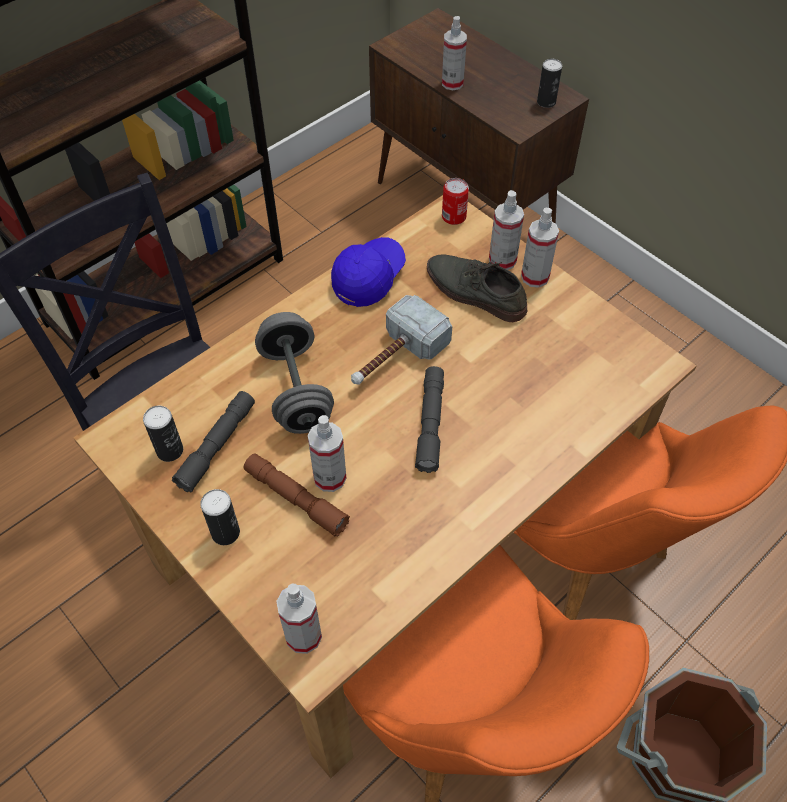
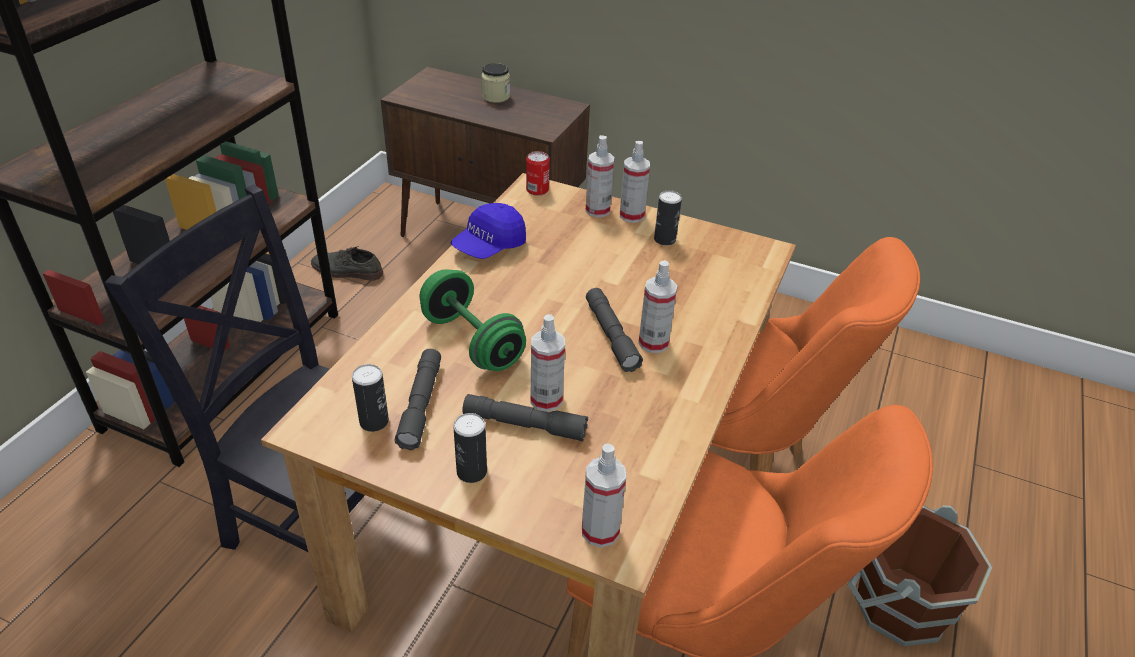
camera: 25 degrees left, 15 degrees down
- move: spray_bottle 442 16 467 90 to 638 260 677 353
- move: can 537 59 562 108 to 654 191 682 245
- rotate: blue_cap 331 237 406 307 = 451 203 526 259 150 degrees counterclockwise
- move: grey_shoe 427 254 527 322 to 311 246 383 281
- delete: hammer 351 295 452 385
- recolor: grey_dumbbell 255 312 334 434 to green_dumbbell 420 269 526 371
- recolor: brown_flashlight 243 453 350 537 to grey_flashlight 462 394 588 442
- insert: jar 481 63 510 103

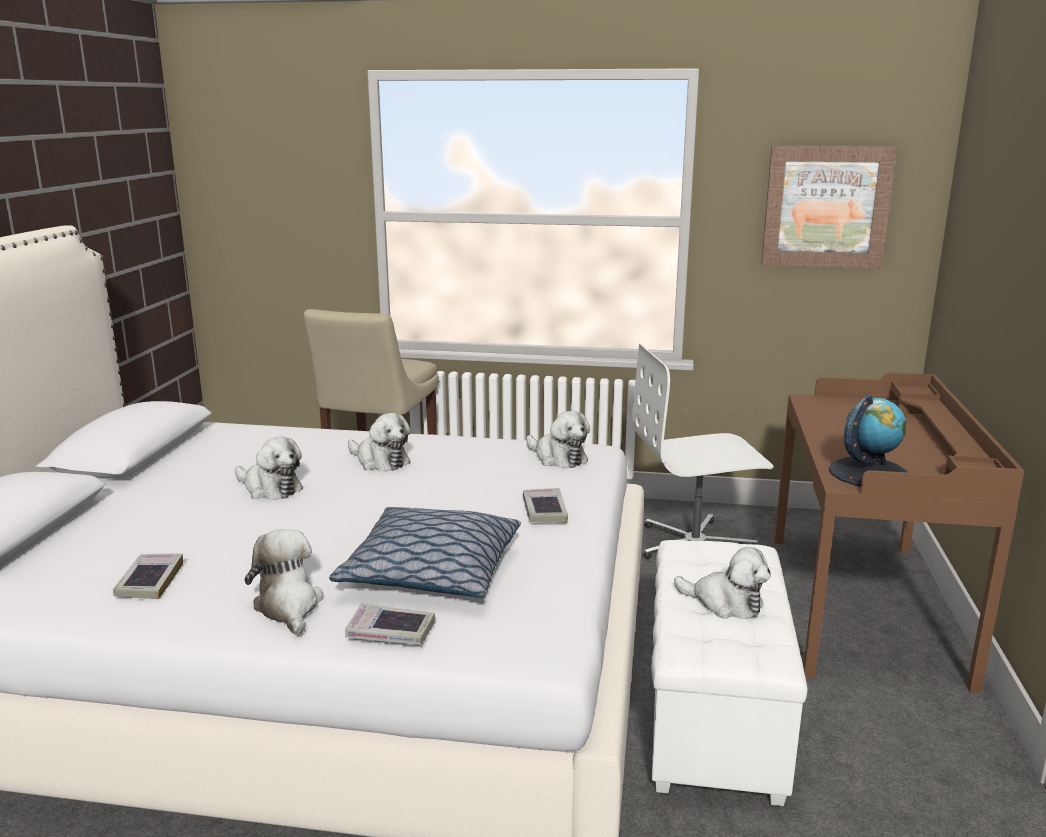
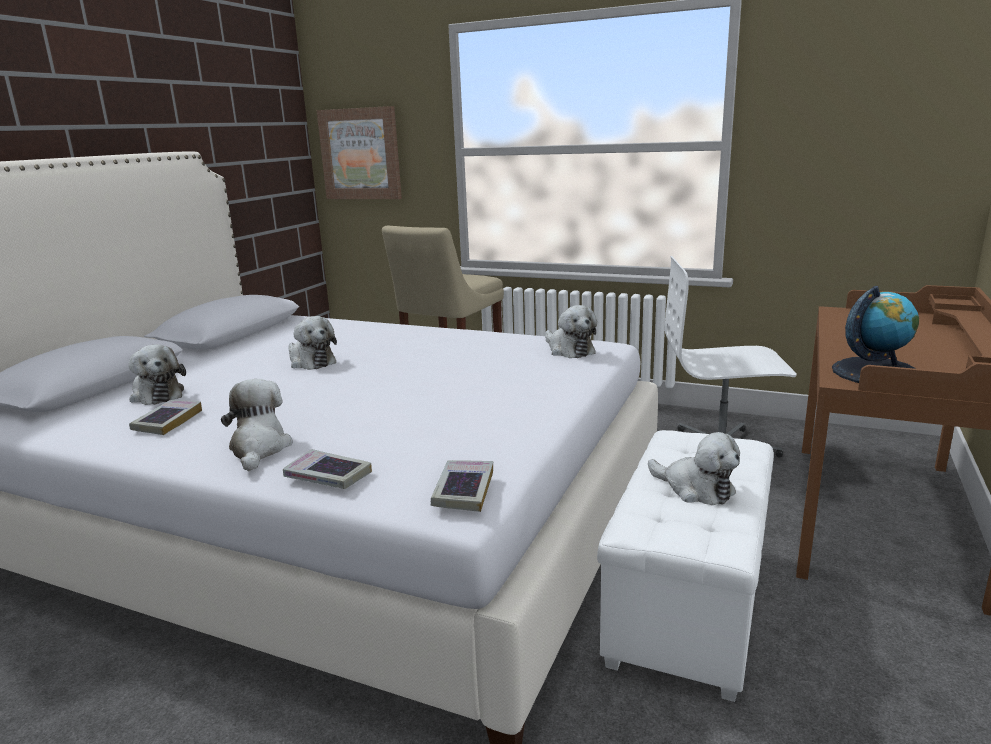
camera: 15 degrees right, 0 degrees up
- move: picture 761 146 897 268 to 317 106 402 199
- move: plush_toy 348 413 410 471 to 128 345 186 405
- move: book 523 488 568 523 to 431 460 493 512
- delete: pillow 329 507 521 598

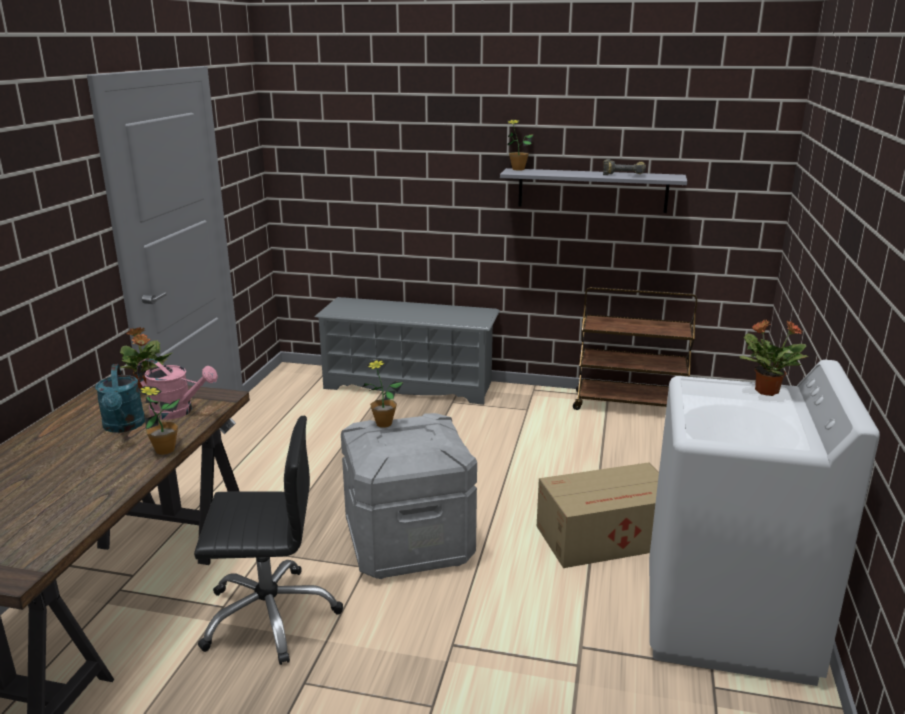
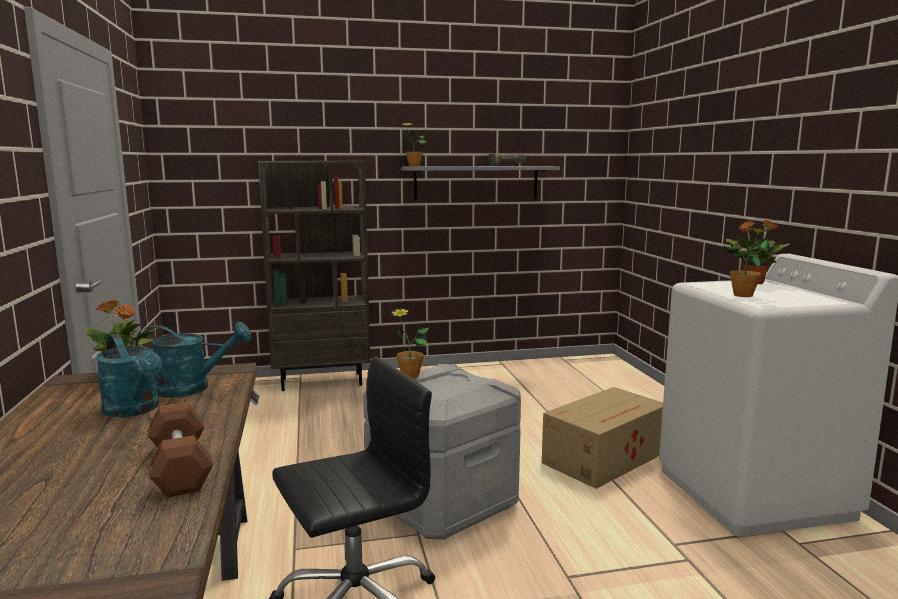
camera: 25 degrees left, 10 degrees down
- delete: brown_cart 573 287 697 410
- replace: grey_shoe_rack 315 297 500 405 to brown_bookcase 258 161 370 391
- recolor: pink_watering_can 137 358 218 420 to turquoise_watering_can 135 322 251 398
- move: potted_plant 138 386 180 455 to 723 227 771 297
- insert: brown_dumbbell 148 402 213 497

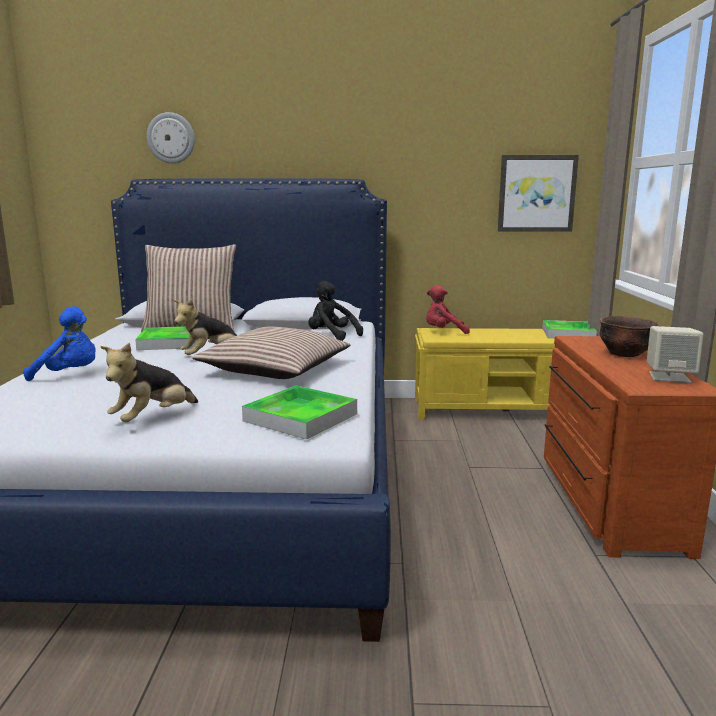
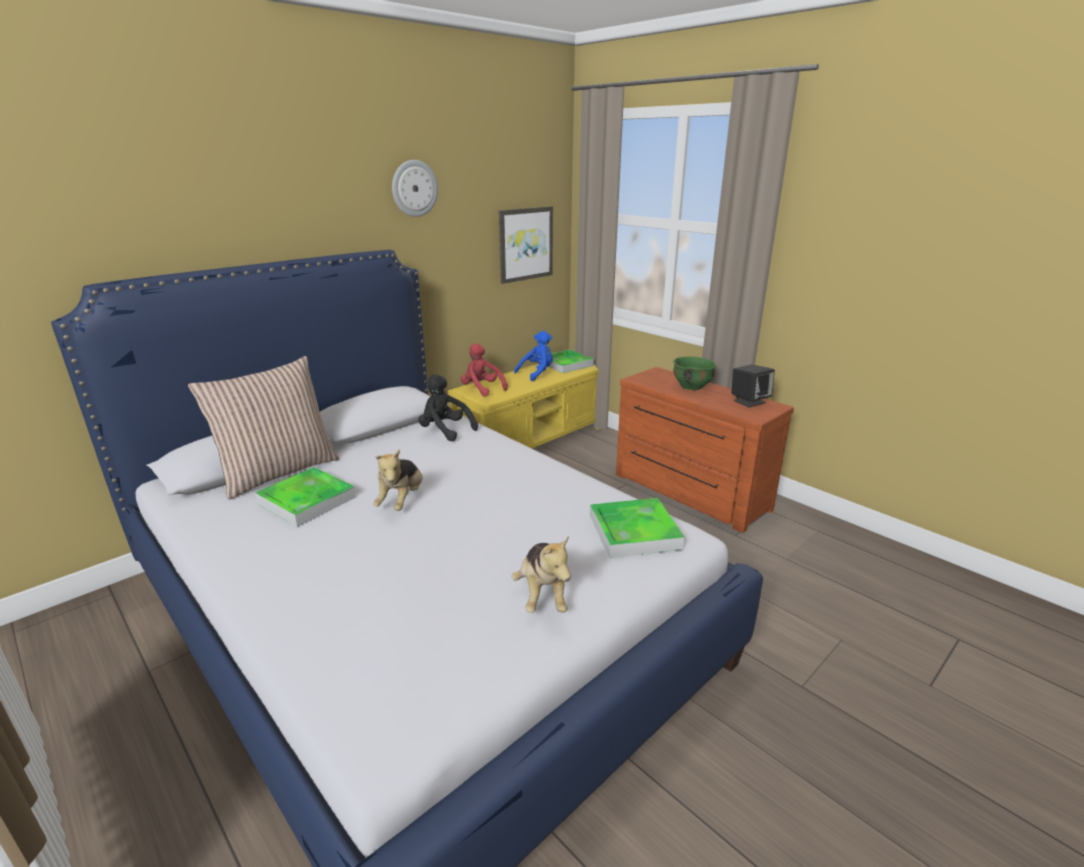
camera: 45 degrees left, 10 degrees up
- move: wall_clock 147 112 195 164 to 392 160 438 217
- rotate: black_plush_toy 308 281 363 341 = 418 374 478 441 45 degrees clockwise
- rotate: red_plush_toy 426 285 470 334 = 461 344 508 397 90 degrees clockwise
- move: blue_plush_toy 23 306 96 381 to 514 331 553 381
- recolor: brown_bowl 599 316 660 357 to green_bowl 673 357 716 390
- recolor: beige_speaker 647 326 704 383 to black_speaker 731 364 775 408
- delete: pillow 192 327 350 379

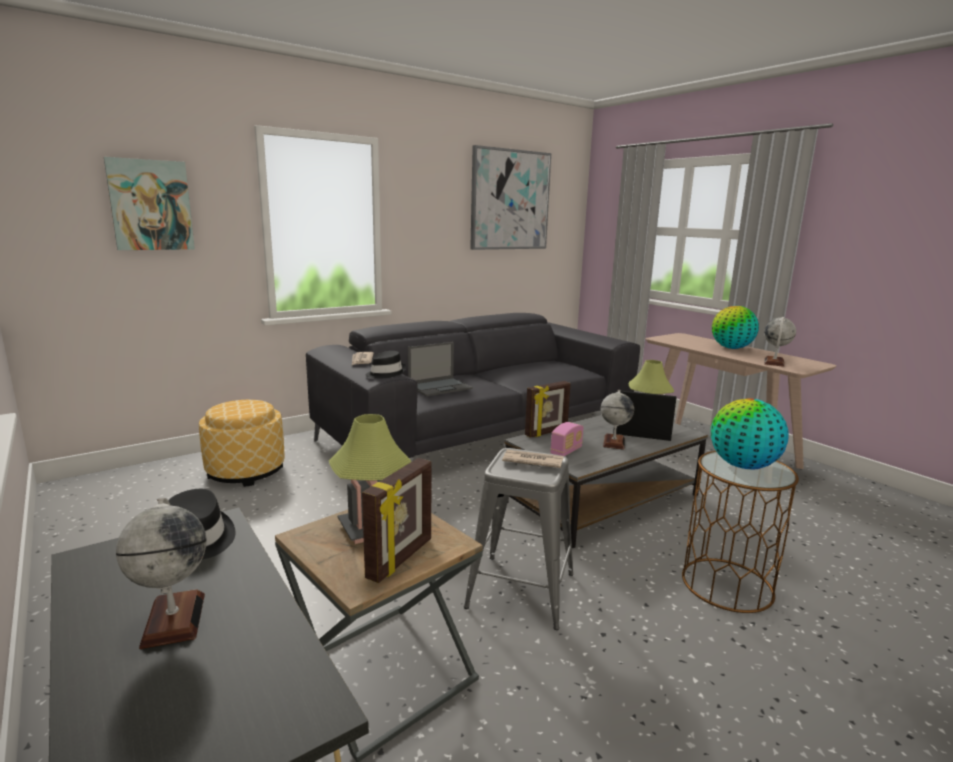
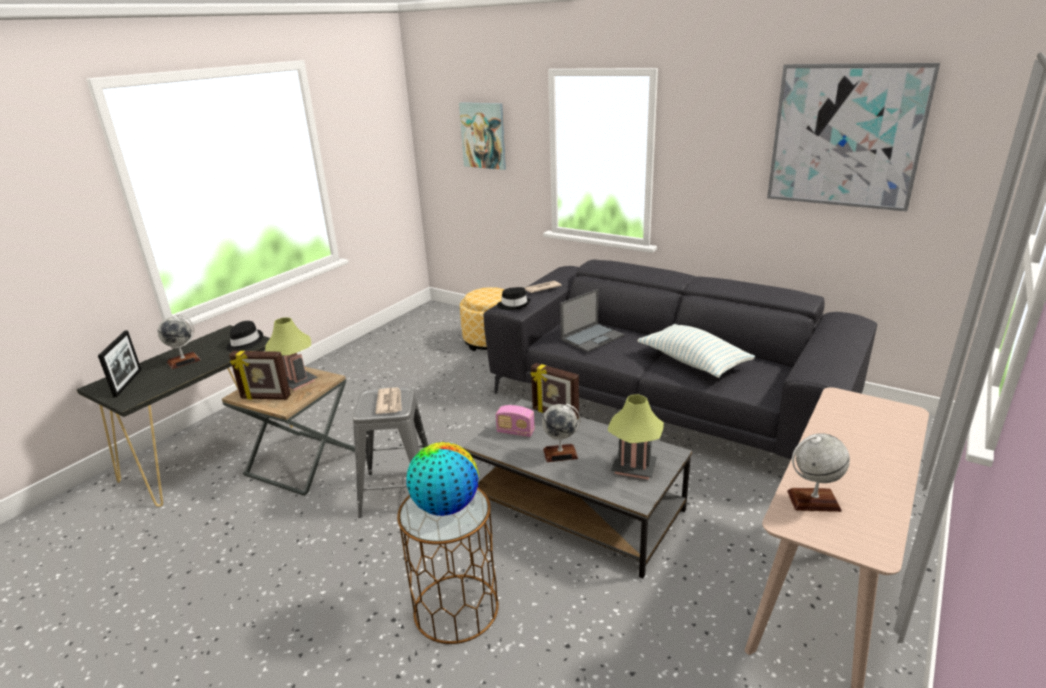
camera: 70 degrees right, 10 degrees up
- delete: globe 712 306 759 349
- rotate: laptop 408 342 473 397 = 560 289 624 352 75 degrees counterclockwise
- move: picture_frame 613 390 677 441 to 98 330 141 398
- insert: pillow 637 324 755 378

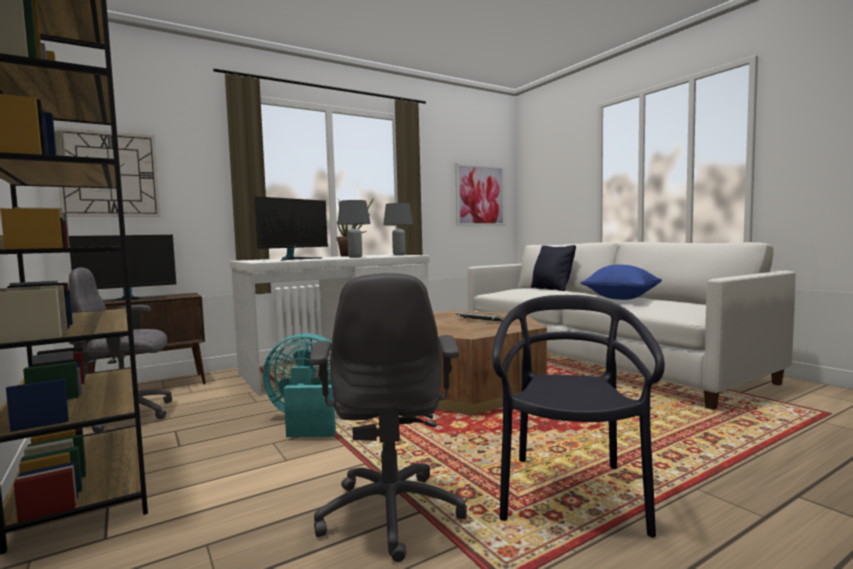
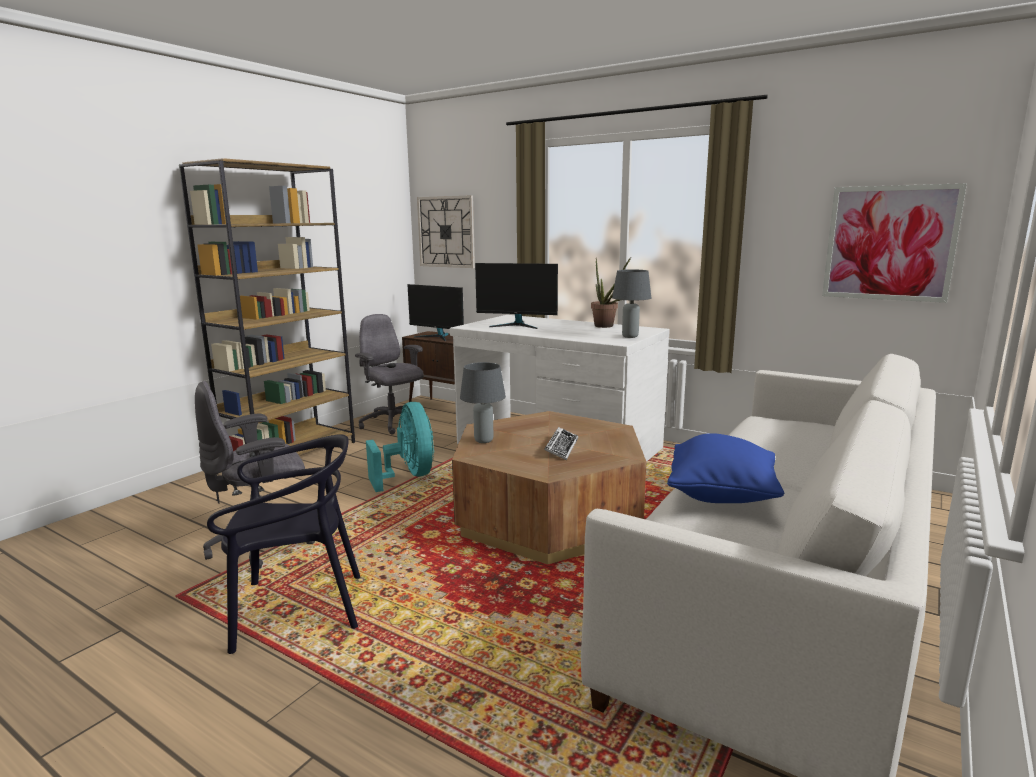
camera: 65 degrees right, 10 degrees up
- move: grey_table_lamp 337 200 371 258 to 460 362 506 443
- delete: black_pillow 531 245 576 291

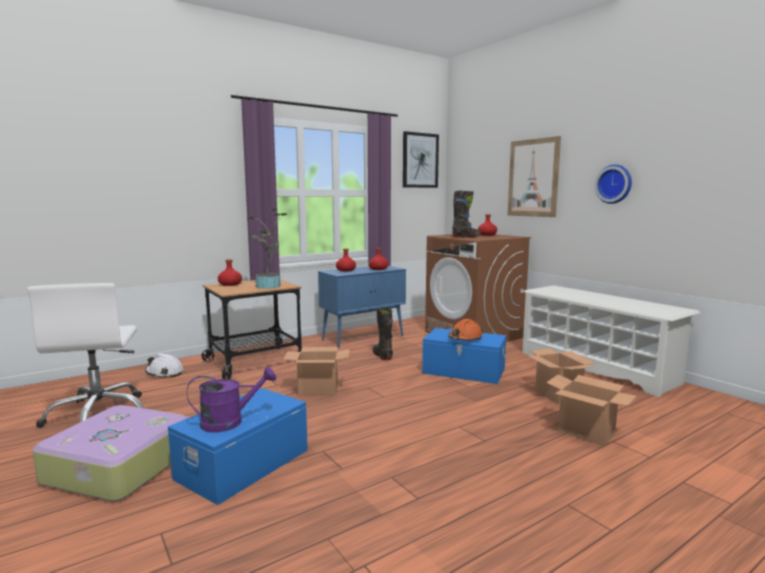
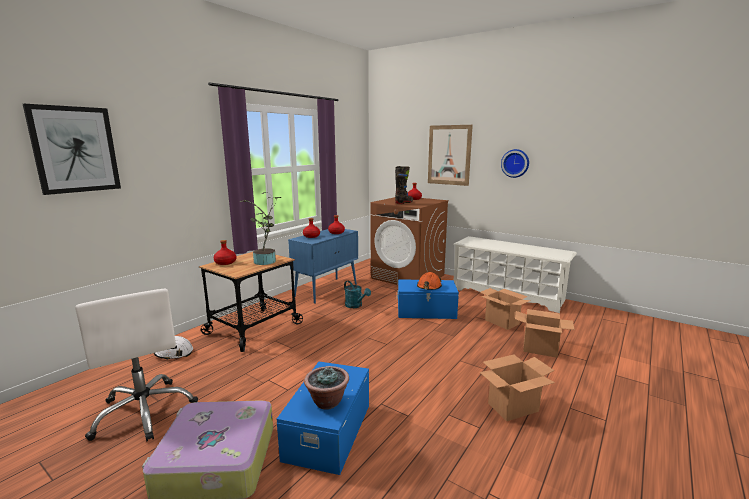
camera: 20 degrees left, 5 degrees up
- move: picture 403 131 439 188 to 23 104 121 195
- replace: black_boot 373 307 393 360 to turquoise_watering_can 344 281 371 308
- move: cardboard_box 283 347 350 396 to 480 354 555 421
- replace: purple_watering_can 187 367 276 432 to potted_plant 304 366 349 410

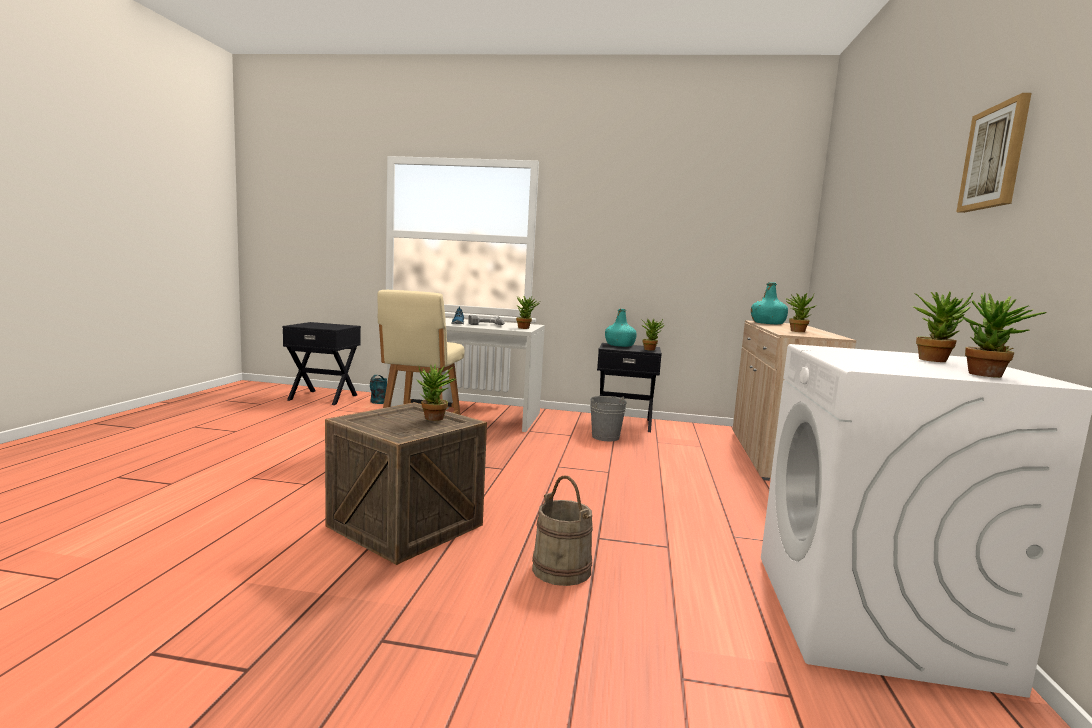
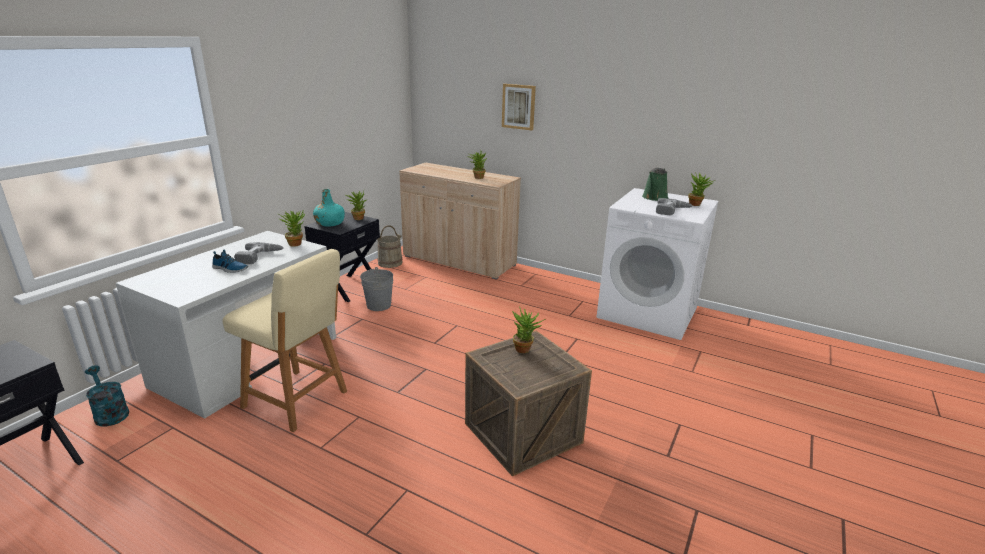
camera: 70 degrees left, 15 degrees up
- move: picture 957 93 1031 213 to 502 84 536 130
- delete: turquoise_bottle 751 282 788 324
- replace: potted_plant 912 292 973 362 to green_watering_can 642 168 668 201
- move: beige_bucket 532 476 593 586 to 377 225 403 268
- insert: power_drill 656 198 692 216

